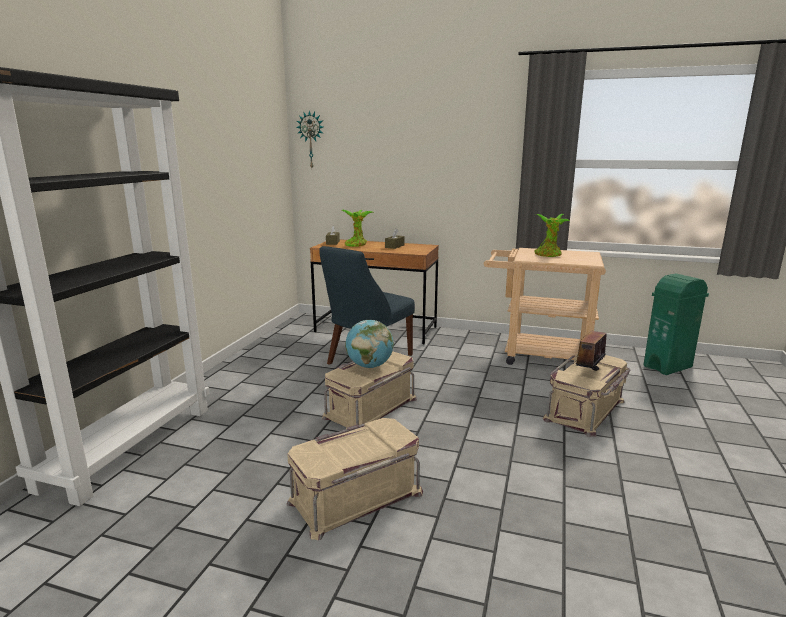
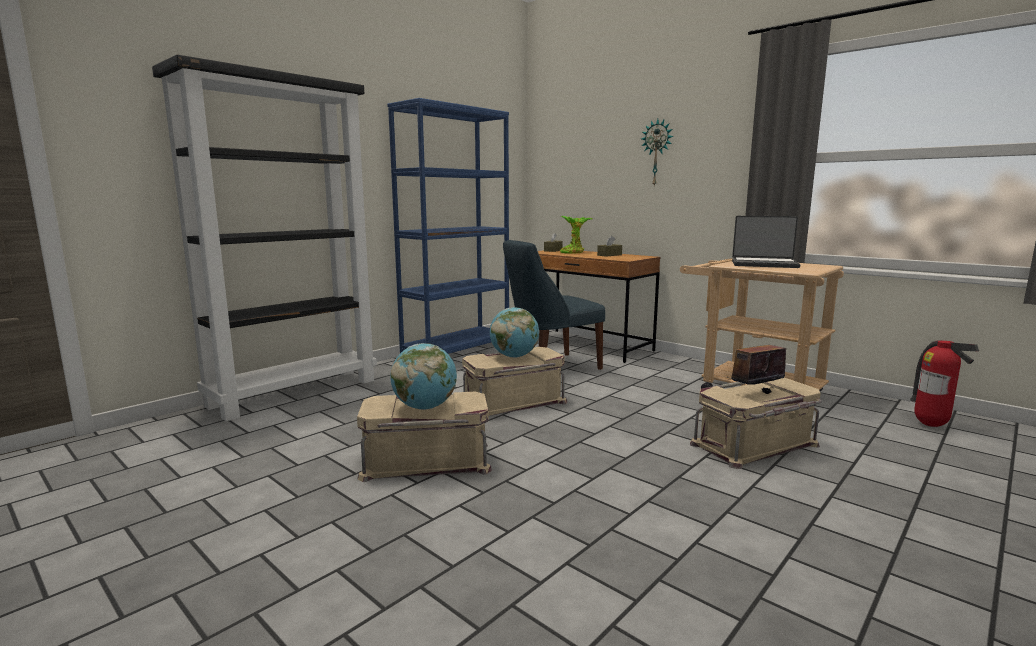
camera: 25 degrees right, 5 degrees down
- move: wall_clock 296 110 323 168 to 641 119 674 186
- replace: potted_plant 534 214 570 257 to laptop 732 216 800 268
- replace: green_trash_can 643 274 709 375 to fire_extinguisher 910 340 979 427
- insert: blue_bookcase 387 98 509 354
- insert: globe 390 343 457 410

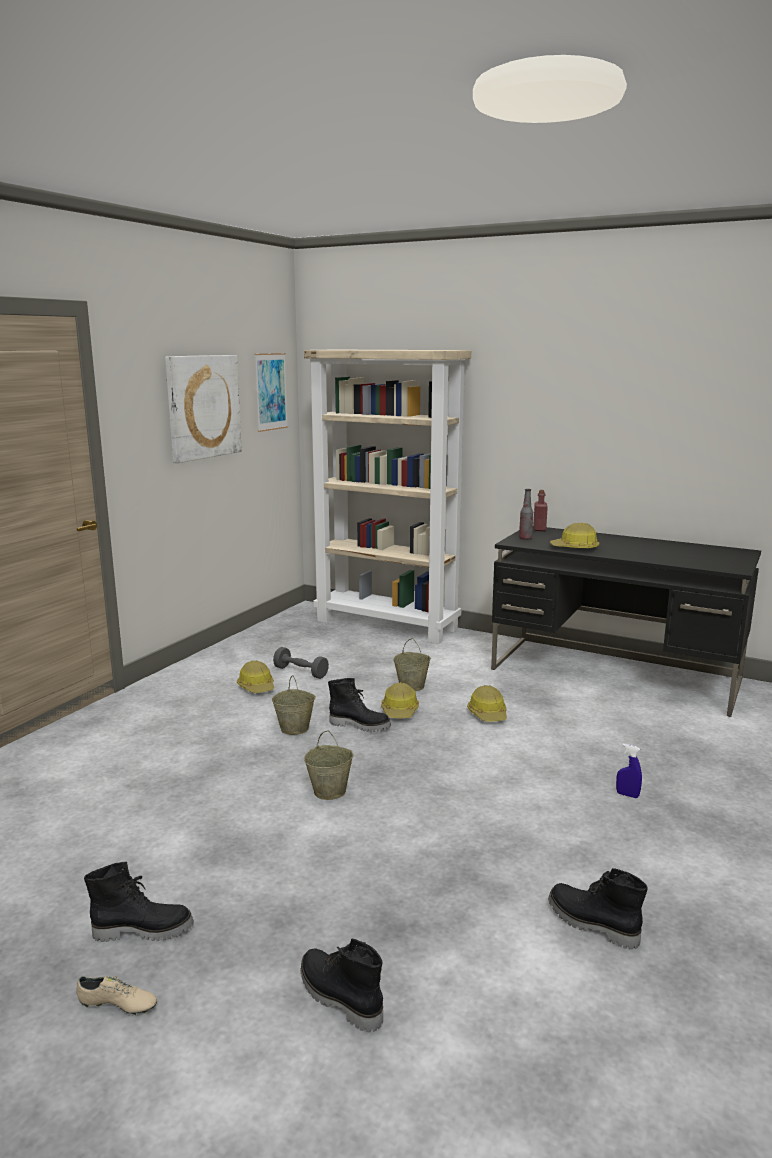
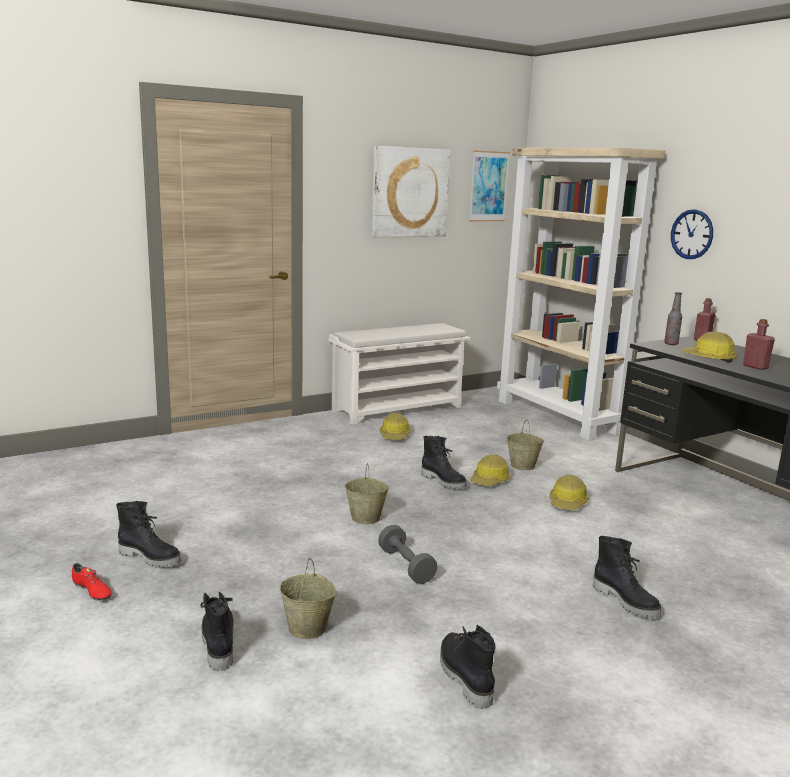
camera: 30 degrees right, 0 degrees up
- move: grey_dumbbell 273 647 329 679 to 378 525 437 584
- move: beige_bucket 272 675 316 735 to 280 558 337 639
- replace: blue_spray_bottle 616 744 642 798 to black_boot 593 536 661 618
- recolor: beige_shoe 77 976 157 1015 to red_shoe 72 563 112 601
- insert: wall_clock 671 209 713 259
- insert: red_bottle 743 319 775 370
- insert: white_shoe_rack 328 323 471 425

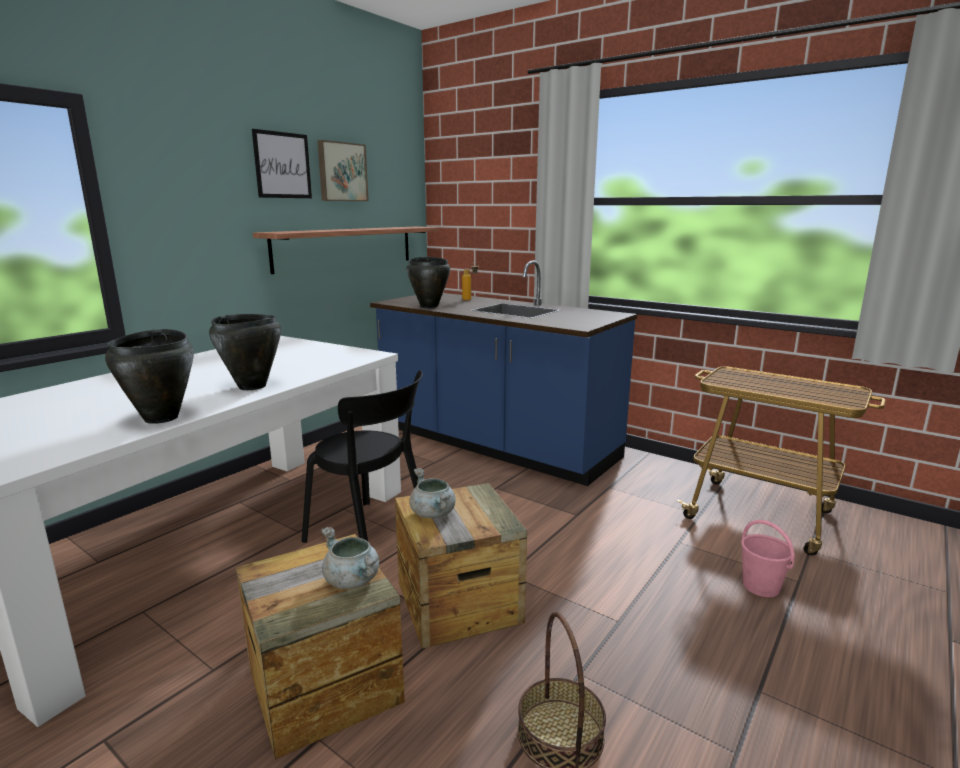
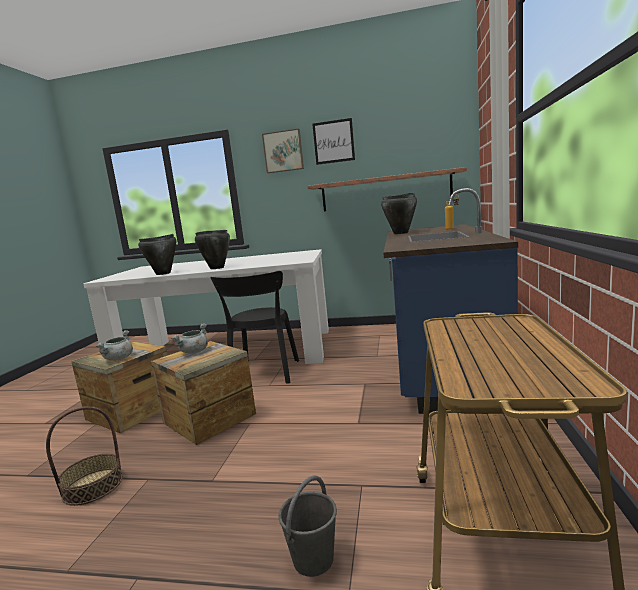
camera: 65 degrees right, 5 degrees down
- move: picture 317 140 369 201 to 262 129 304 173
- recolor: pink_bucket 741 520 795 597 to grey_bucket 278 476 337 577

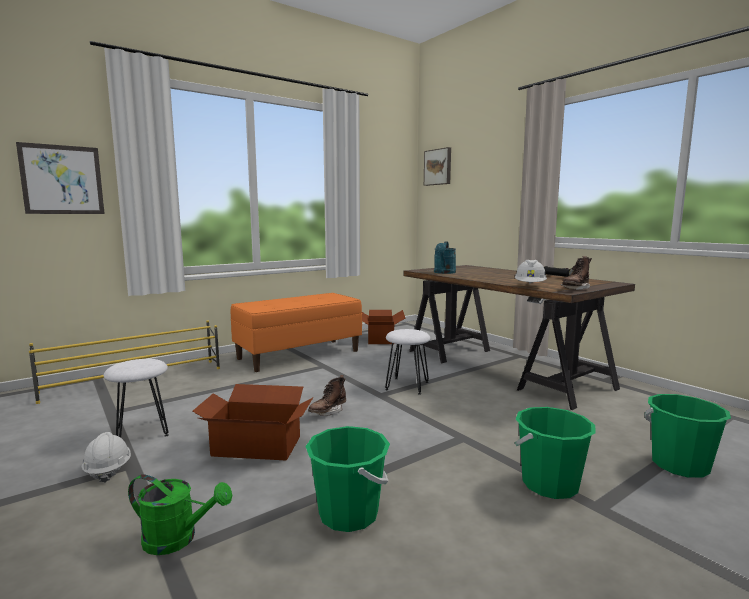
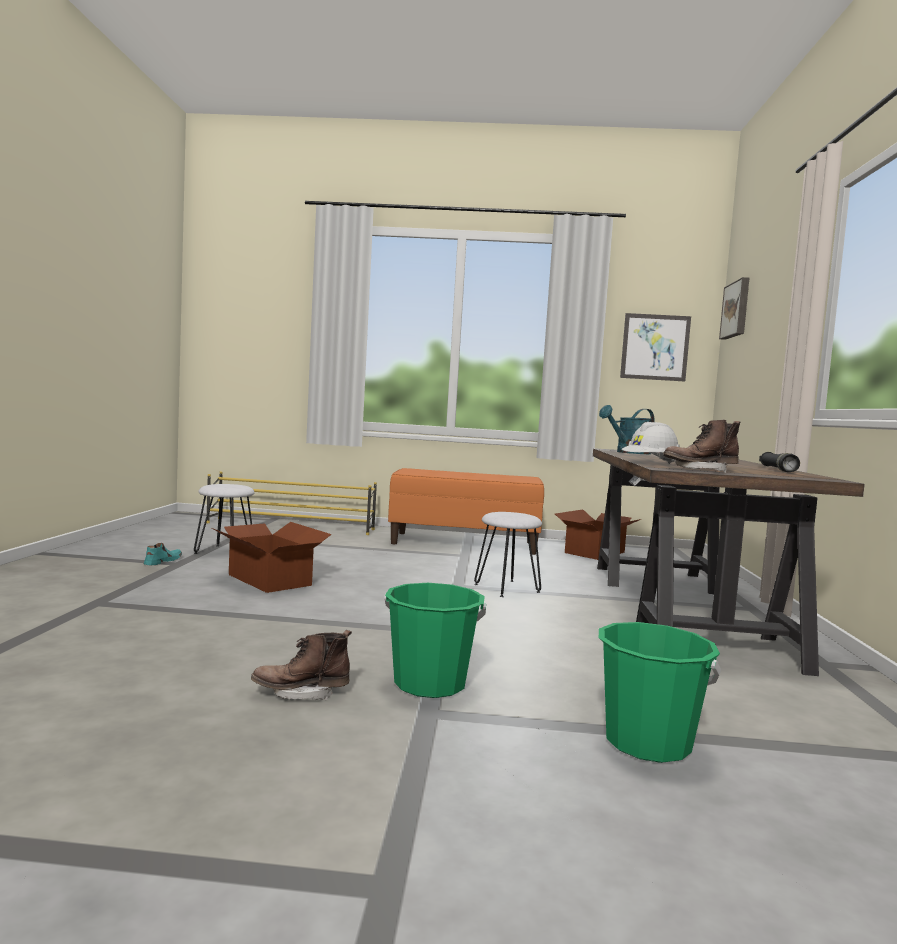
camera: 40 degrees right, 5 degrees down
- move: picture 16 142 105 214 to 620 313 691 381
- move: brown_boot 308 375 346 416 to 251 630 352 700
- delete: green_bucket 305 426 390 532
- replace: white_hard_hat 82 432 131 483 to turquoise_shoe 144 543 182 565
- delete: green_watering_can 128 474 233 555

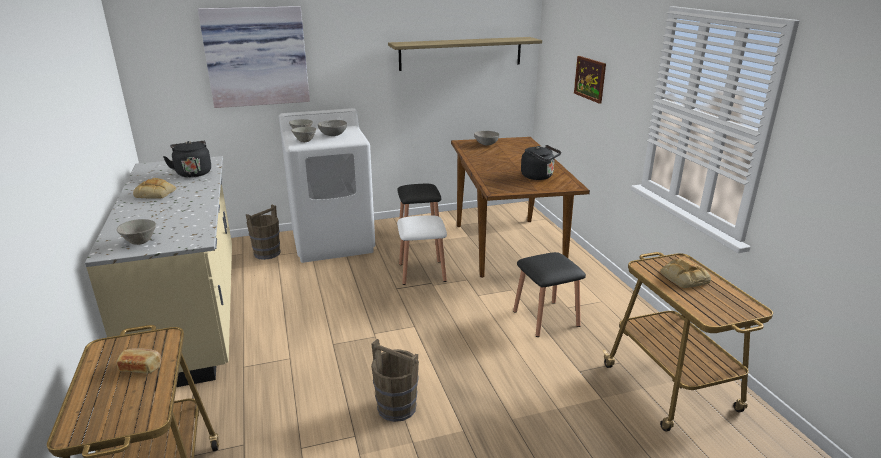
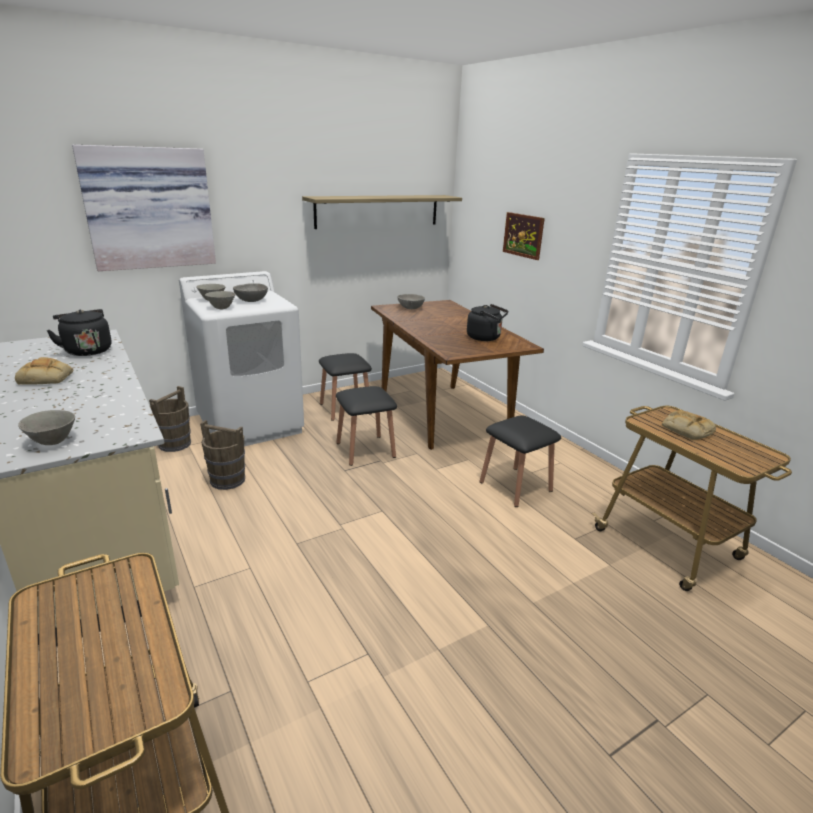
camera: 15 degrees left, 0 degrees up
- recolor: white_stool 397 215 447 285 to black_stool 336 386 397 466
- move: brown_bucket 371 339 419 422 to 200 420 245 490
- delete: bread 116 348 161 374

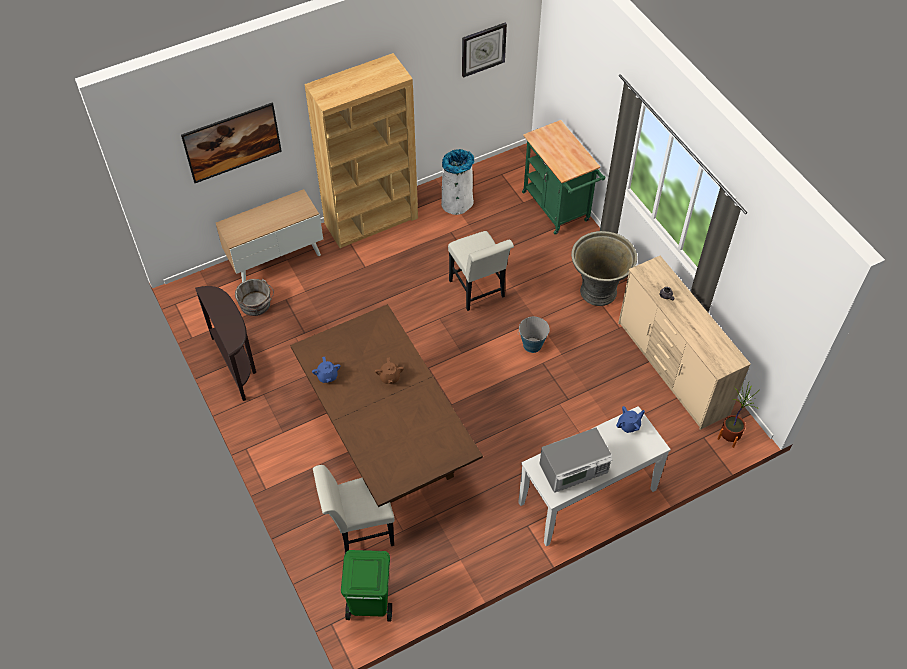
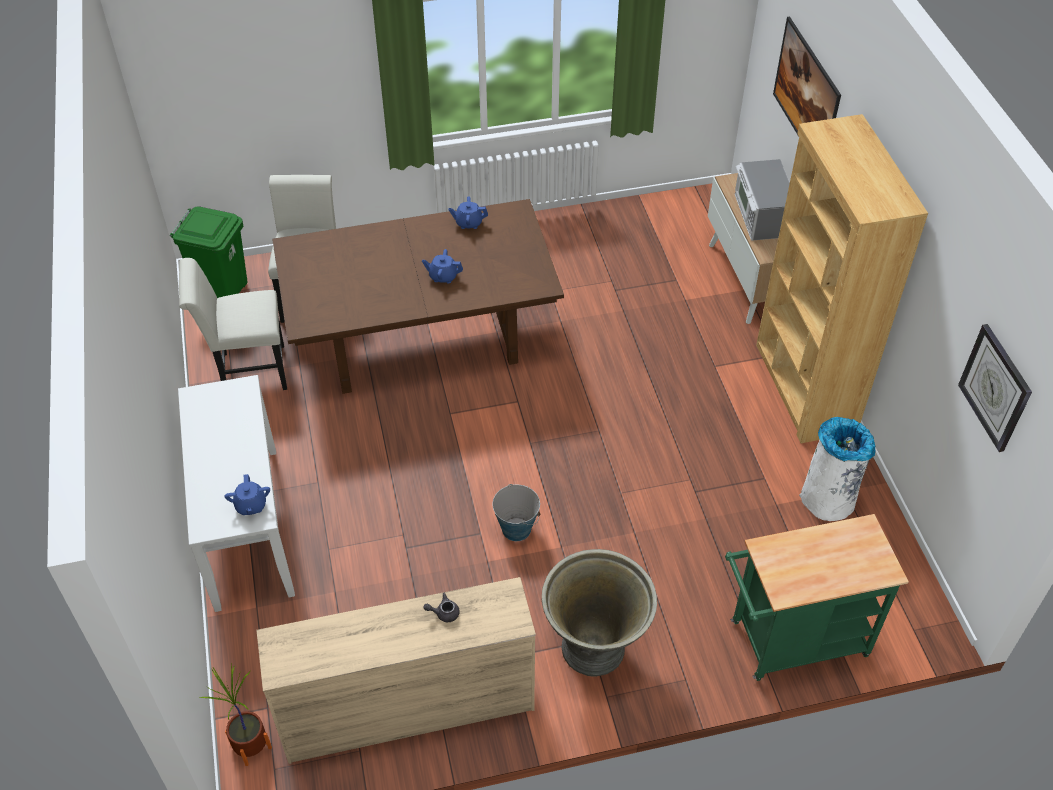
camera: 105 degrees right, 5 degrees down
- move: white_chair 448 231 514 311 to 179 258 287 390
- delete: grey_bucket 235 279 274 316
- delete: brown_console_table 195 286 256 401
- recolor: brown_teapot 375 358 404 384 to blue_teapot 422 249 463 284
- move: microwave 540 428 613 493 to 735 159 790 240

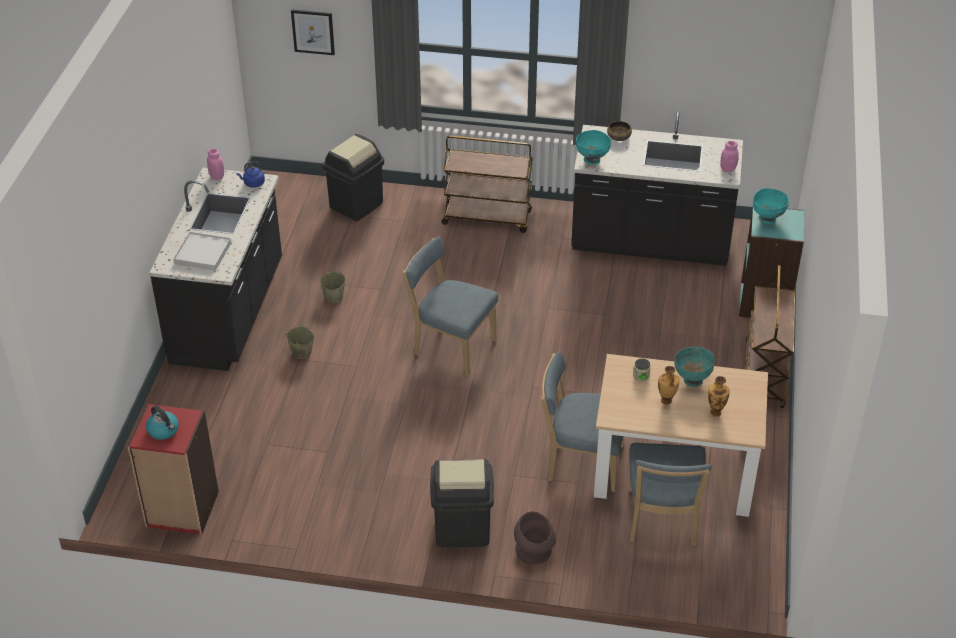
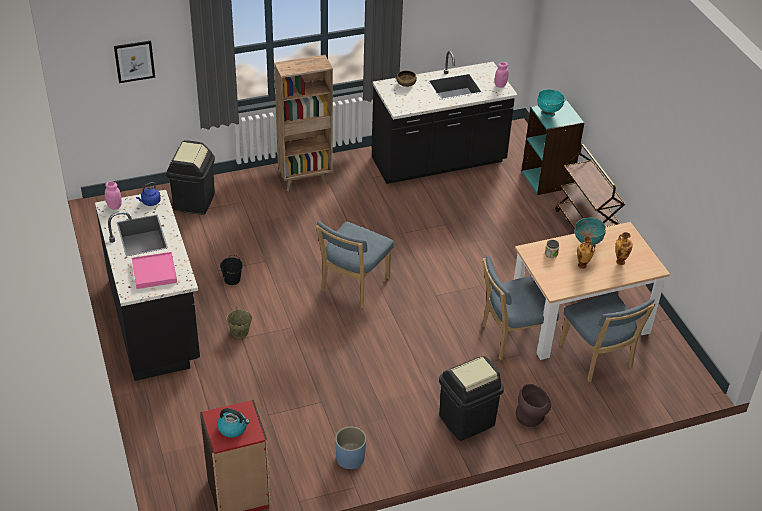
camera: 30 degrees left, 0 degrees up
- delete: turquoise_bowl 576 130 611 165
- replace: brown_cart 441 136 533 233 to brown_bookcase 274 55 333 192
- recolor: white_tray 173 232 231 271 to pink_tray 132 252 177 289
- rotate: blue_chair 403 236 498 376 = 316 221 394 308 60 degrees counterclockwise
- recolor: beige_bucket 320 268 345 303 to black_bucket 220 255 243 285
- insert: blue_planter 335 427 366 469

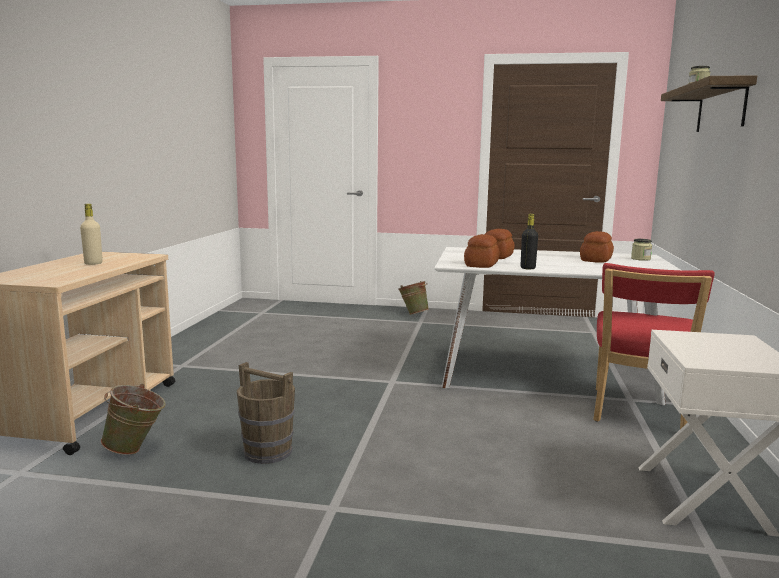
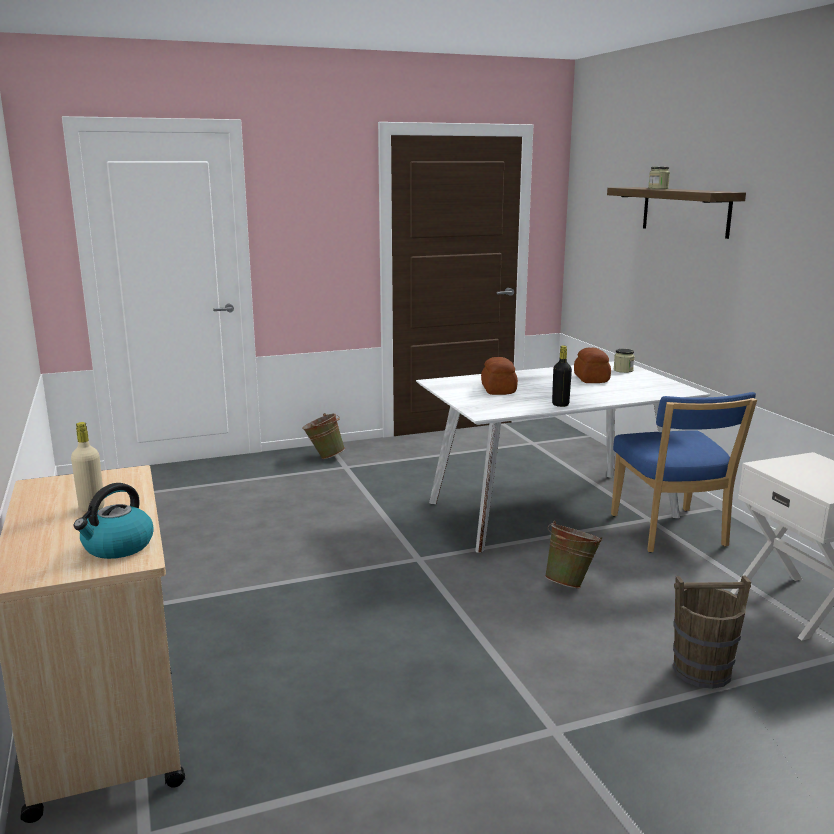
camera: 30 degrees left, 5 degrees up
- delete: bread 464 234 500 268
- recolor: red_chair 593 263 715 429 to blue_chair 611 392 757 553
- move: brown_bucket 237 362 295 464 to 673 575 751 689
- move: green_bucket 101 384 166 455 to 545 521 603 588
- insert: kettle 73 483 154 559

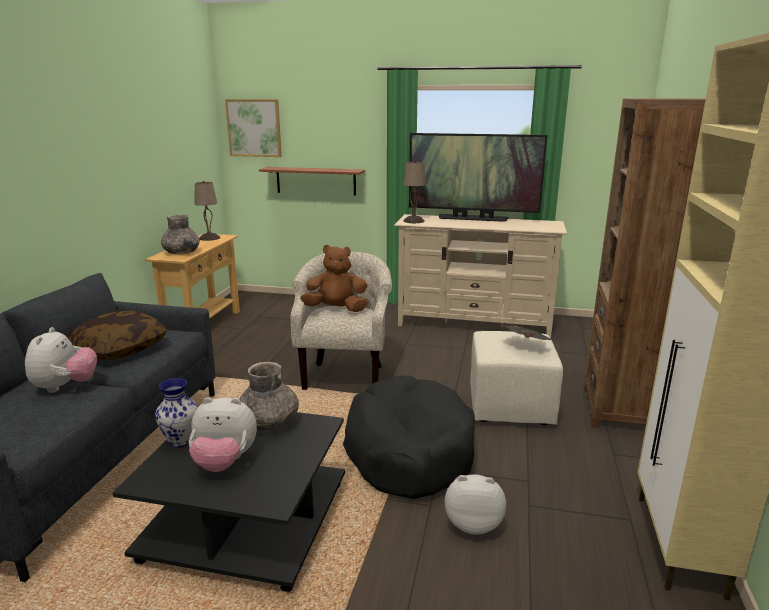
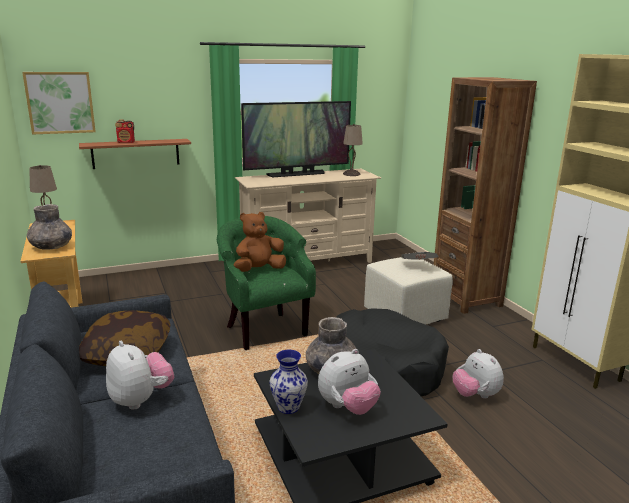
camera: 35 degrees left, 0 degrees up
- move: beige_table_lamp 403 160 426 223 to 343 124 363 176
- recolor: beige_armchair 291 252 392 390 to green_armchair 217 216 316 350
- rotate: plush_toy 445 474 506 534 = 452 349 504 399 90 degrees counterclockwise
- insert: radio 115 119 135 143

